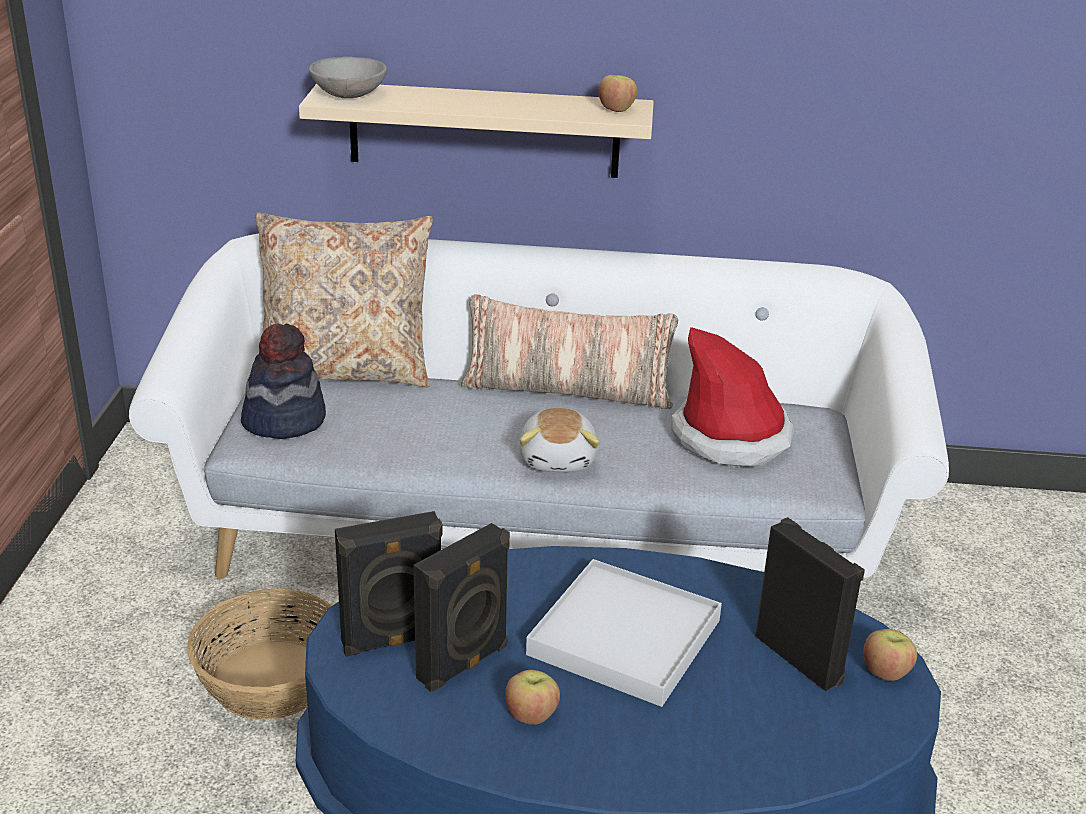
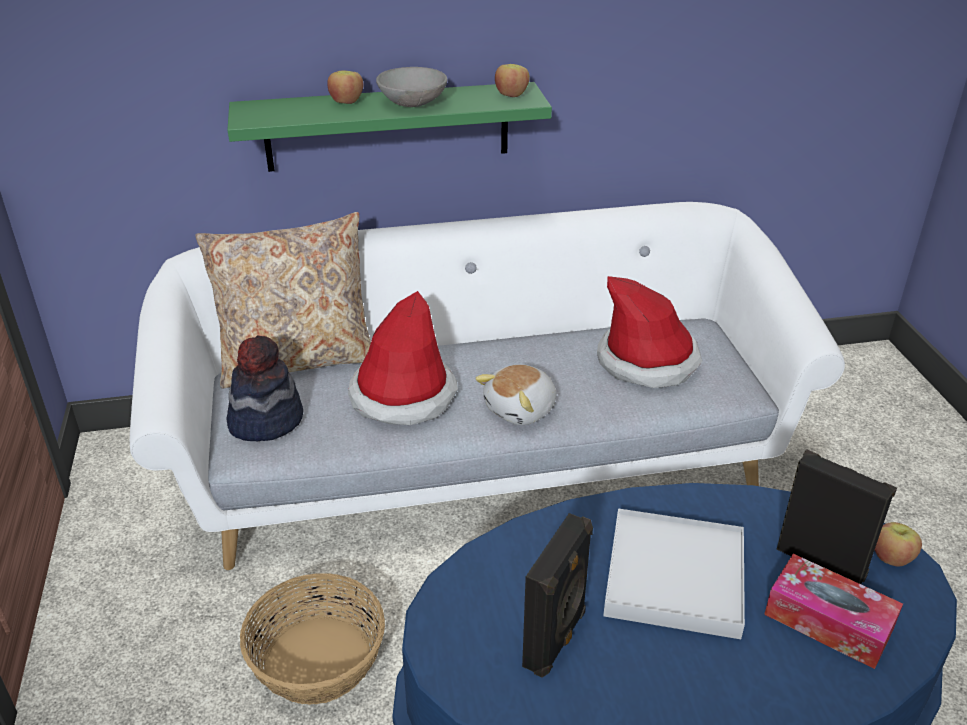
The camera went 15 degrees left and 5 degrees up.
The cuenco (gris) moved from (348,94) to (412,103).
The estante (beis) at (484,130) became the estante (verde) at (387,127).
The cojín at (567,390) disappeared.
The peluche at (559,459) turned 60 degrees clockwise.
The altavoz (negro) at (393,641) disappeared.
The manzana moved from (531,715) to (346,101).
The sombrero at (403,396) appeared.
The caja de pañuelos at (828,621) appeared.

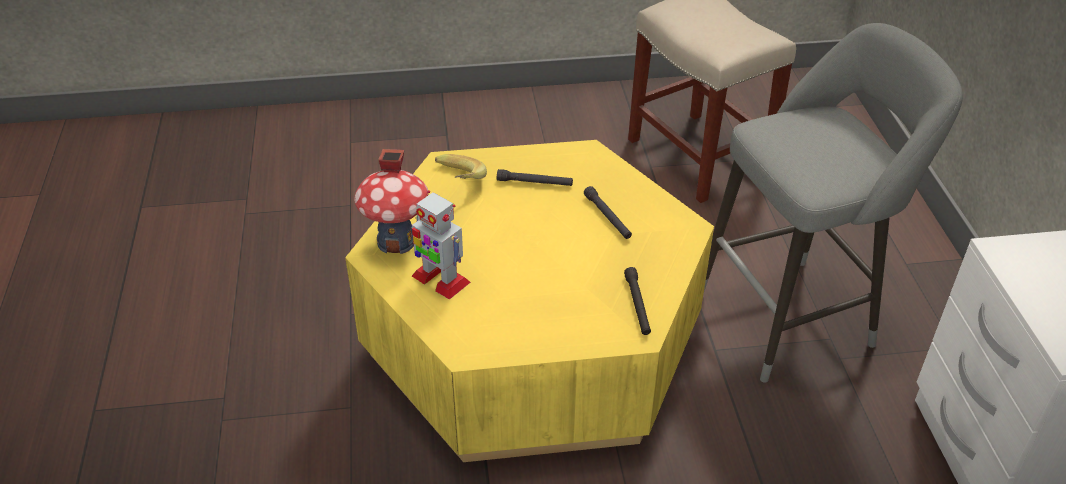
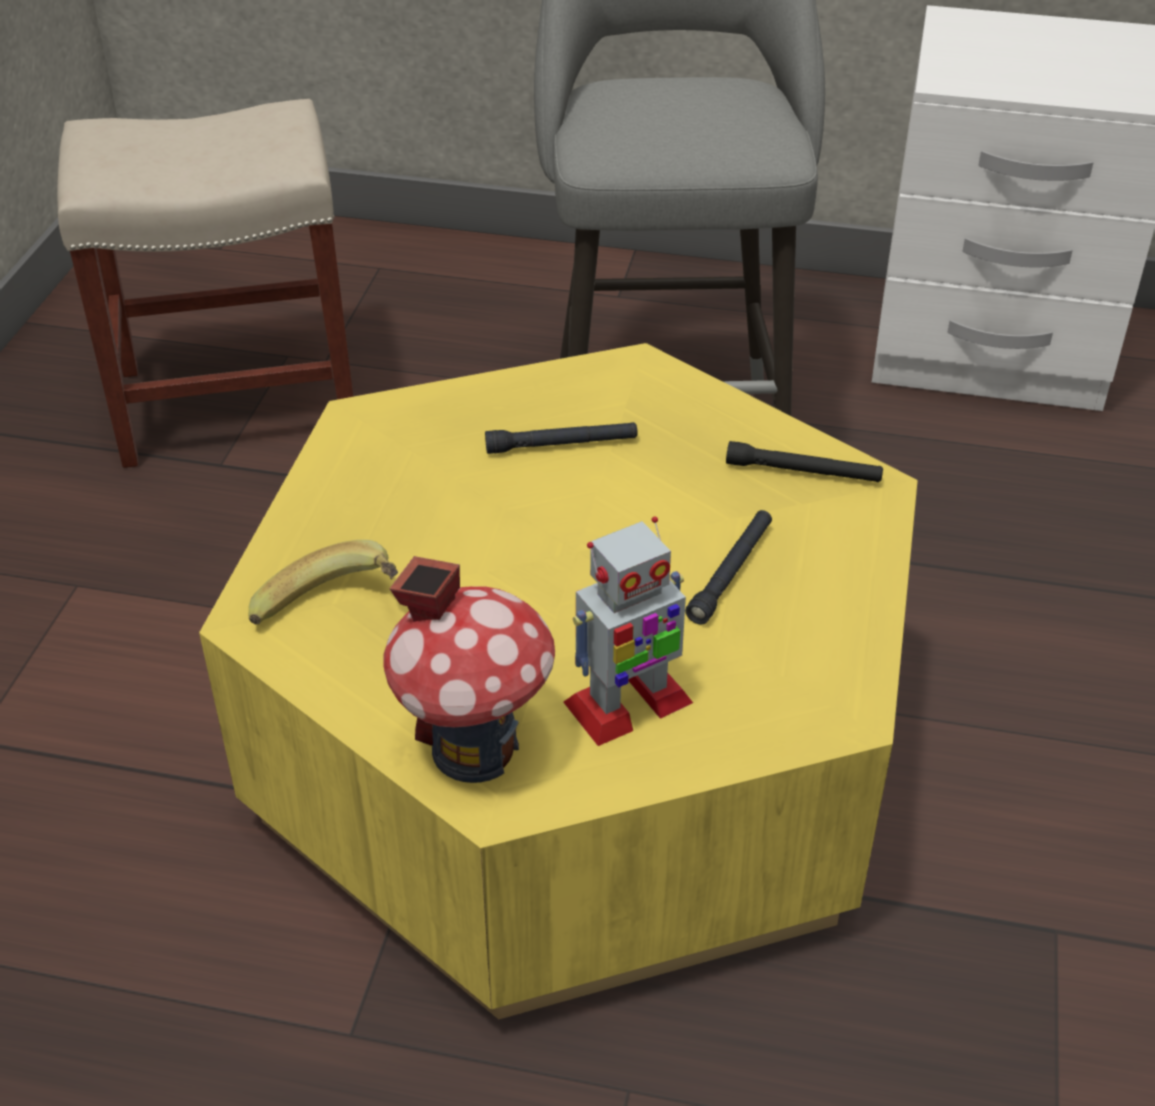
The camera went 70 degrees left and 0 degrees up.
The linterna (negro) moved from (534,183) to (731,573).

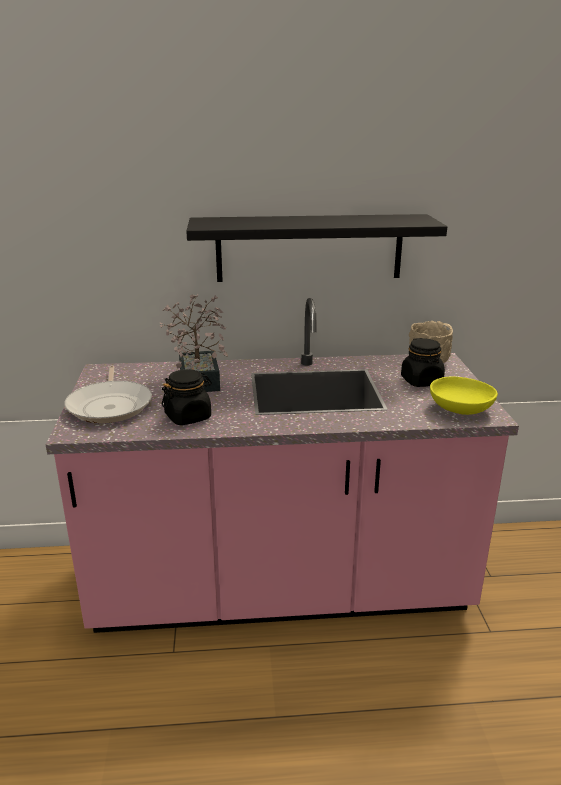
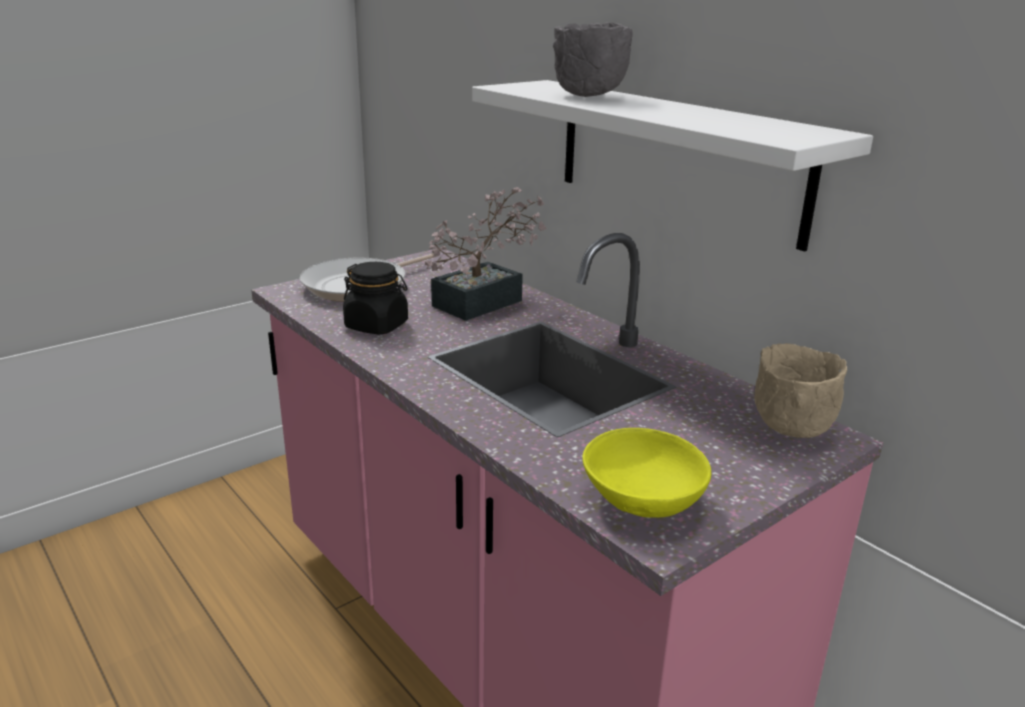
The camera went 55 degrees right and 0 degrees up.
The estante (negro) at (309,248) became the estante (blanco) at (676,158).
The tarro (negro) at (421,381) disappeared.
The cuenco (gris) at (590,96) appeared.

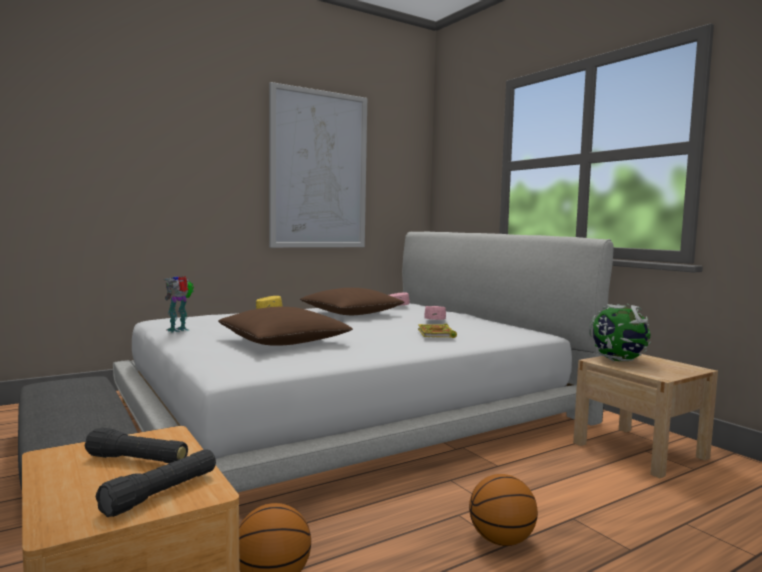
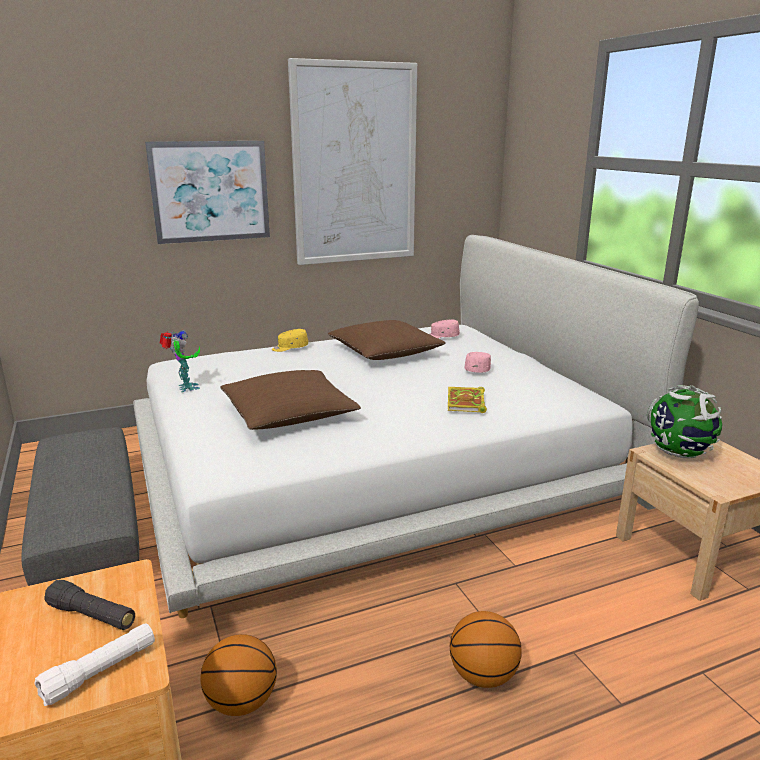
The camera went 10 degrees right and 15 degrees up.
The robot de juguete at (179,330) turned 105 degrees clockwise.
The linterna (negro) at (161,494) became the linterna (blanco) at (100,672).
The cuadro at (210,191) appeared.

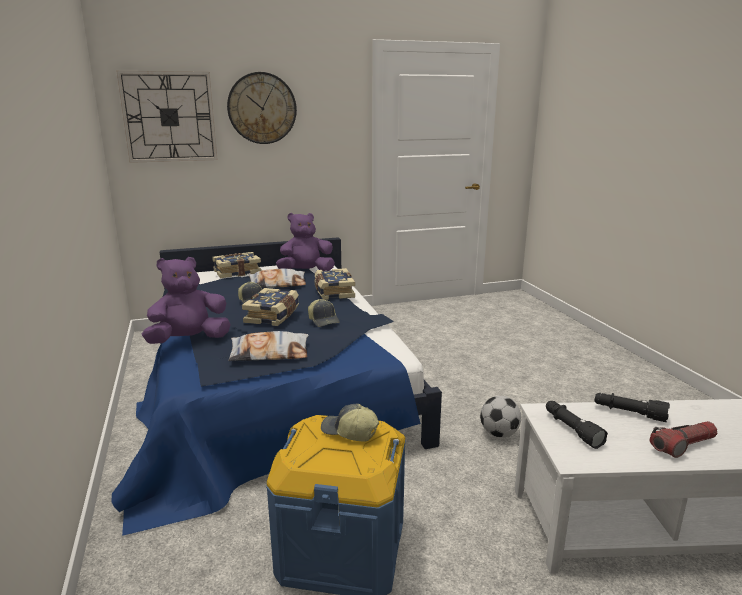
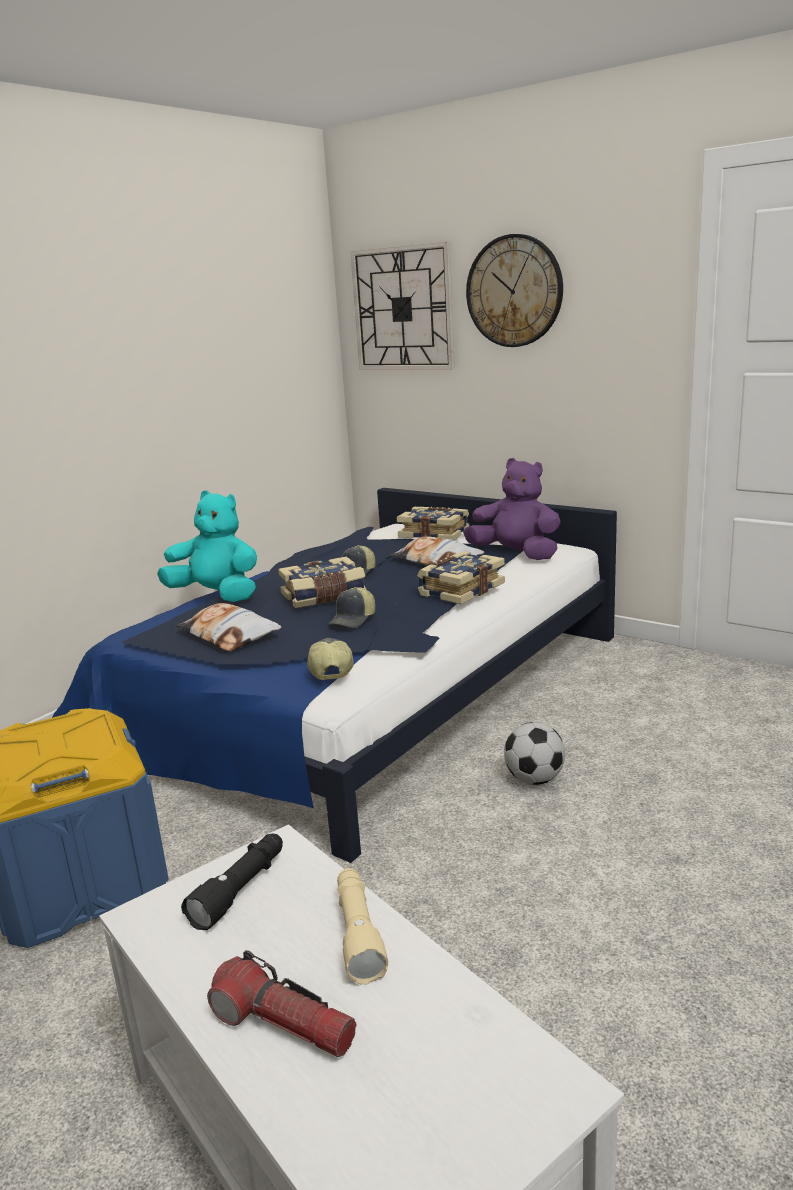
The camera went 55 degrees right and 0 degrees up.
The peluche (morado) at (189,340) became the peluche (turquesa) at (217,596).
The linterna (negro) at (629,413) became the linterna (beis) at (358,933).
The balón de fútbol moved from (498,433) to (534,779).
The gorra moved from (349,432) to (329,669).

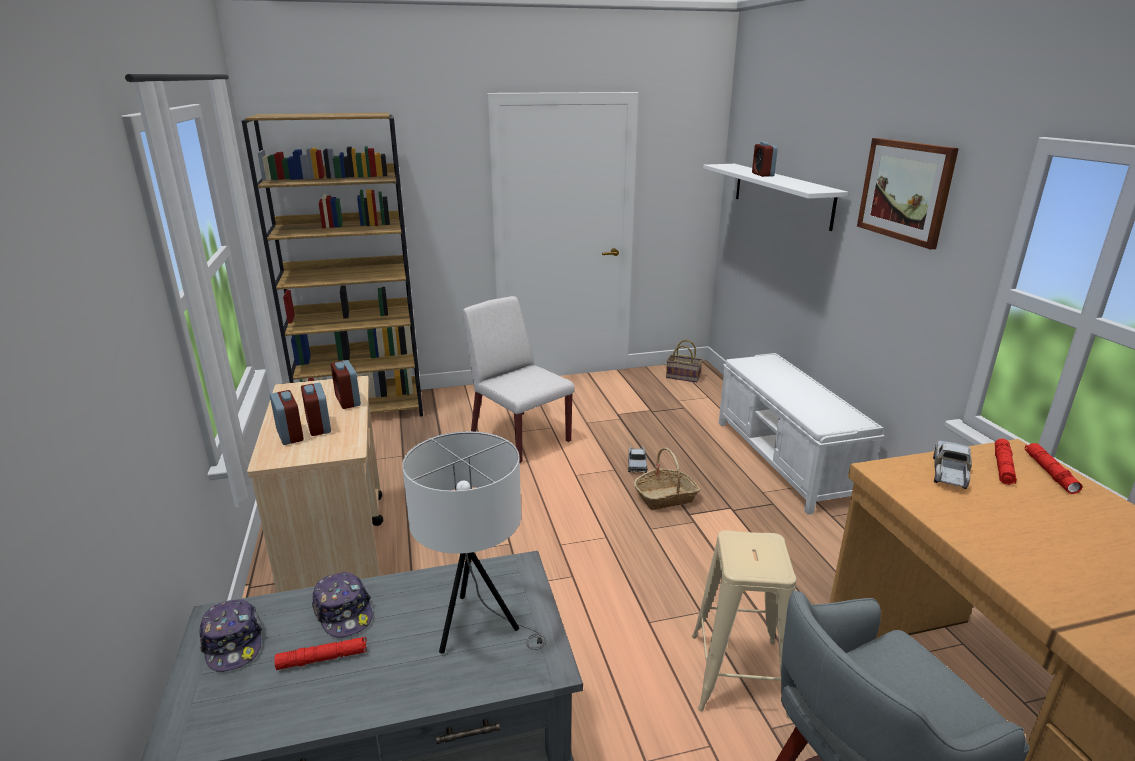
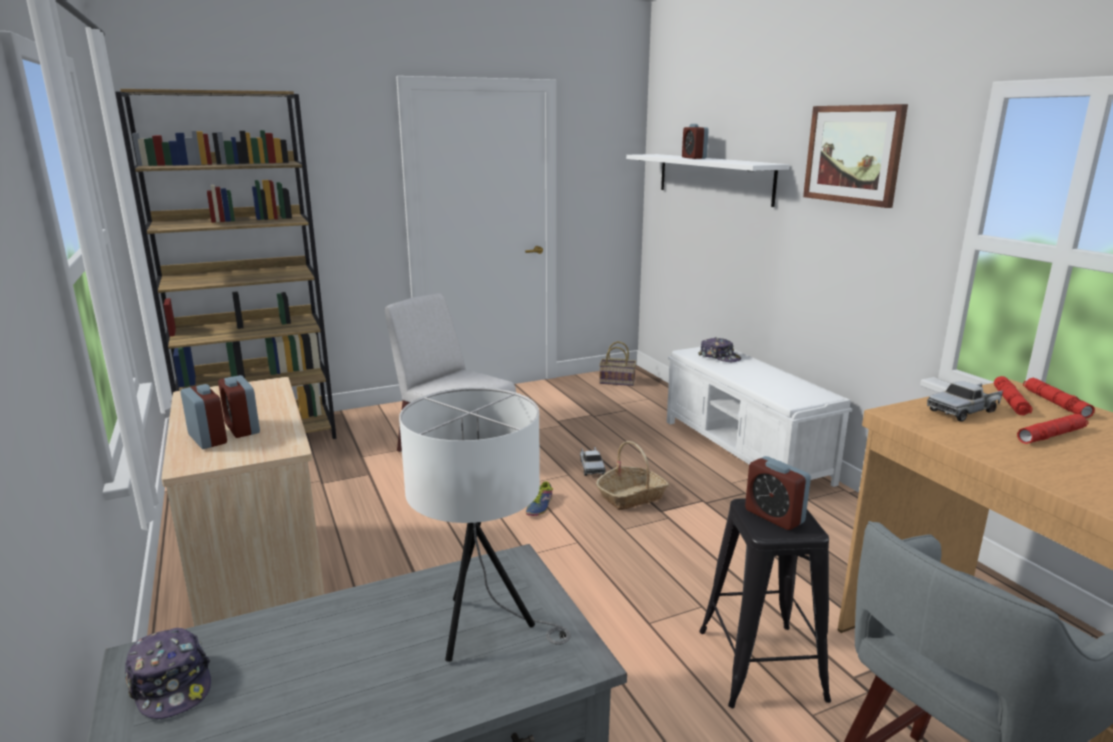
The camera went 10 degrees left and 5 degrees down.
The despertador moved from (348,401) to (774,516).
The camión de juguete at (949,473) turned 135 degrees counterclockwise.
The taburete (beis) at (738,674) became the taburete (negro) at (761,664).
The gorra moved from (344,612) to (719,357).
The linterna (rojo) moved from (323,659) to (1051,435).
The zapato at (537,506) appeared.

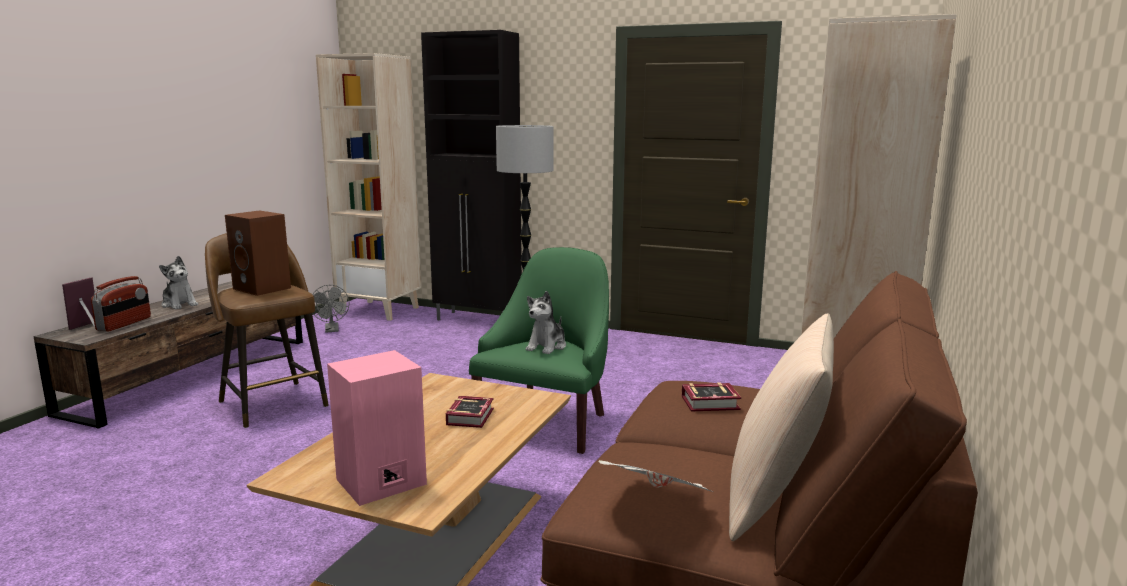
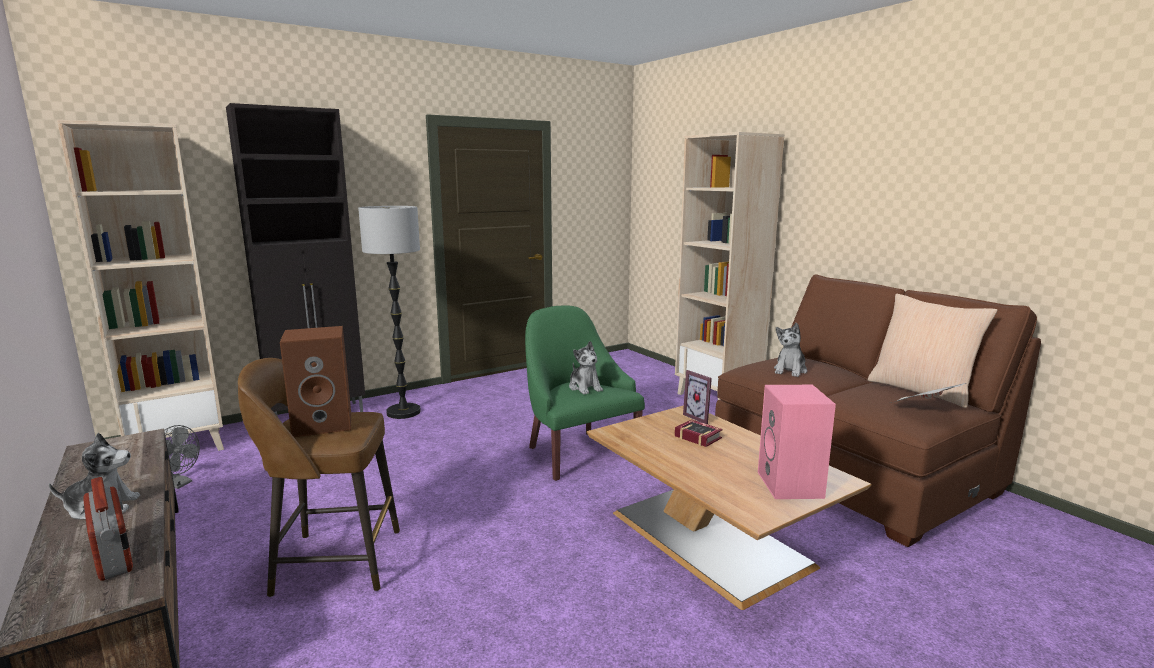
The camera went 55 degrees left and 0 degrees up.
The portarretratos moved from (89,326) to (700,417).
The libro at (713,403) was replaced by the peluche at (790,370).

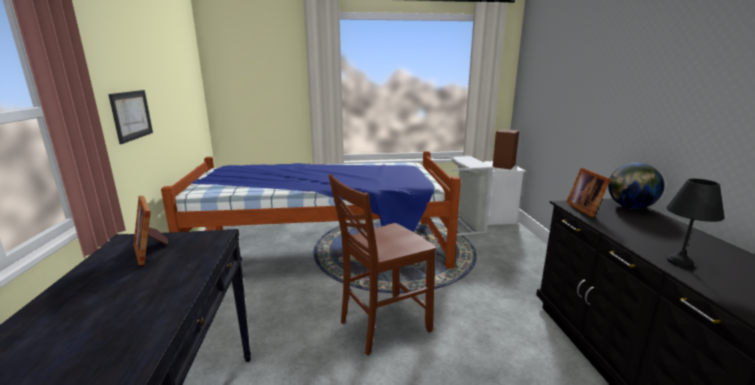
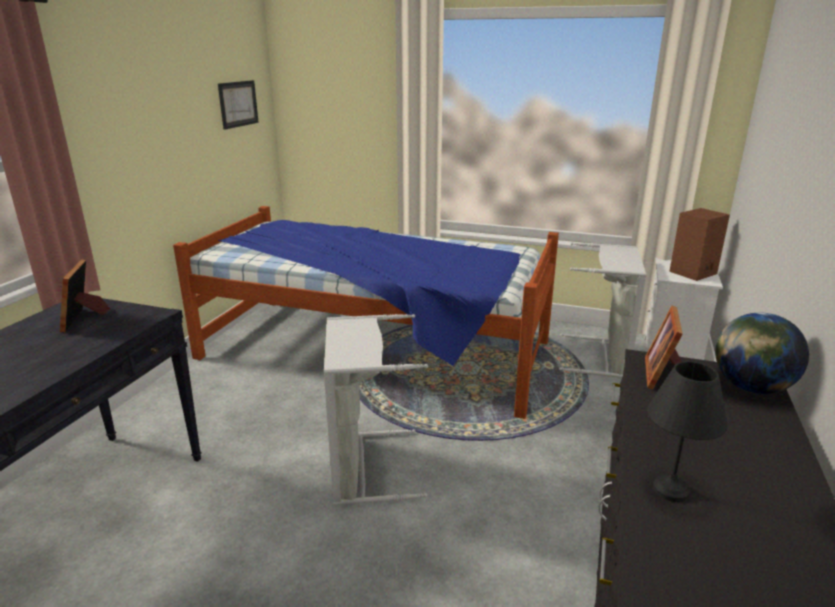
The camera went 25 degrees right and 5 degrees up.
The cuadro moved from (131,115) to (238,104).
The silla (marrón) at (382,326) was replaced by the cesto de la ropa (gris) at (363,467).

